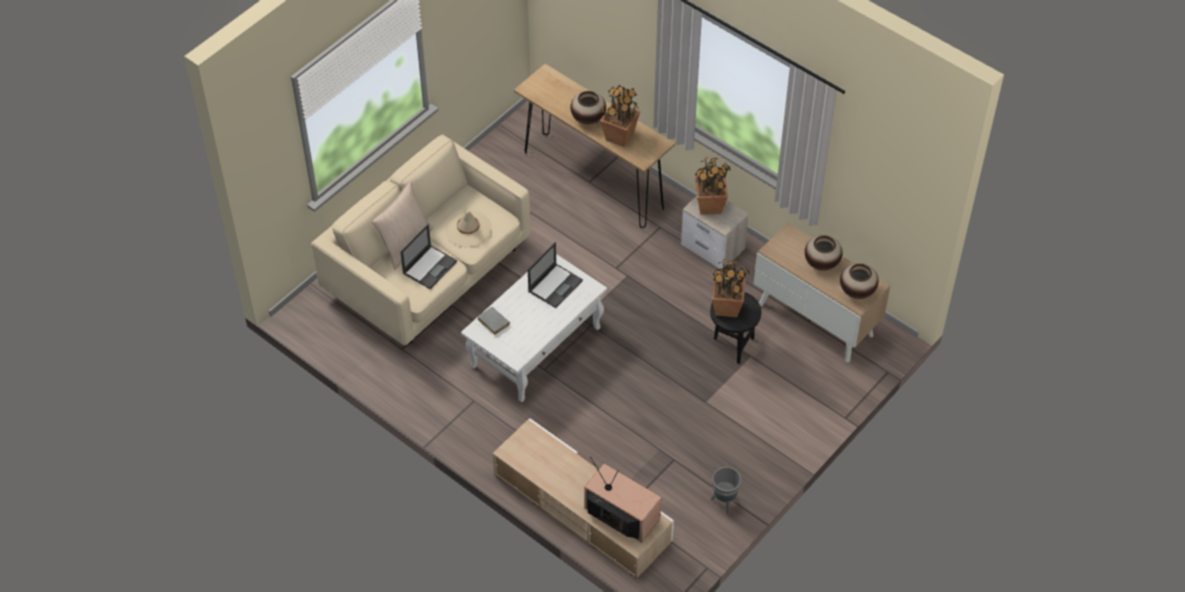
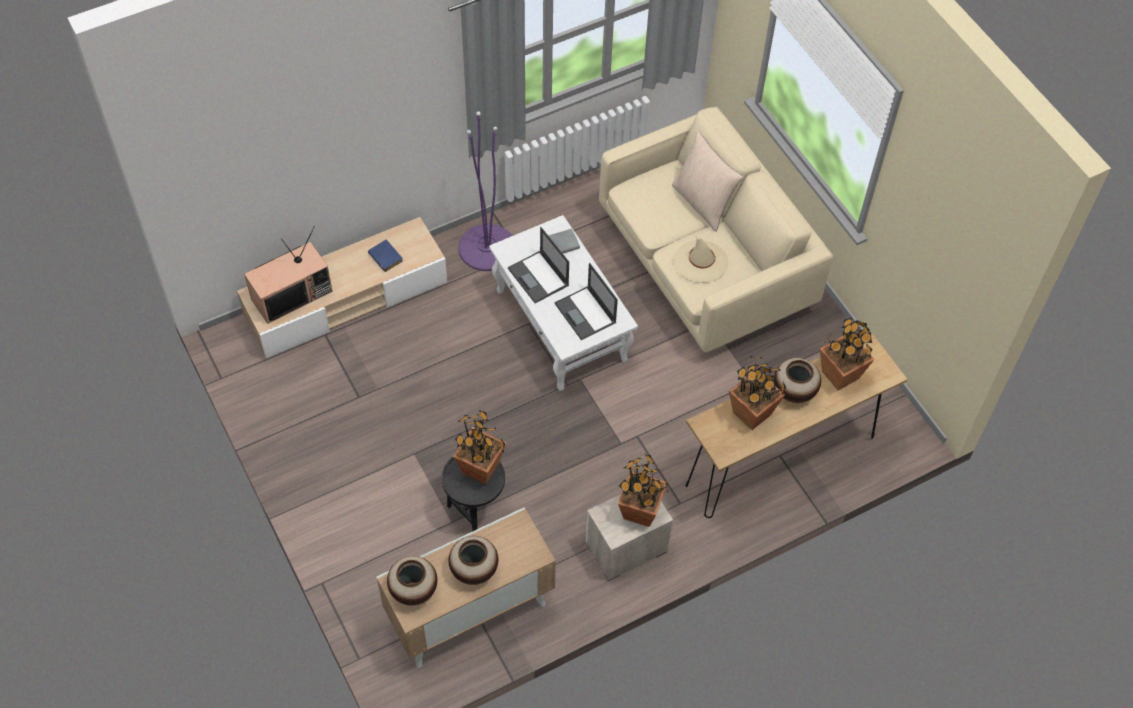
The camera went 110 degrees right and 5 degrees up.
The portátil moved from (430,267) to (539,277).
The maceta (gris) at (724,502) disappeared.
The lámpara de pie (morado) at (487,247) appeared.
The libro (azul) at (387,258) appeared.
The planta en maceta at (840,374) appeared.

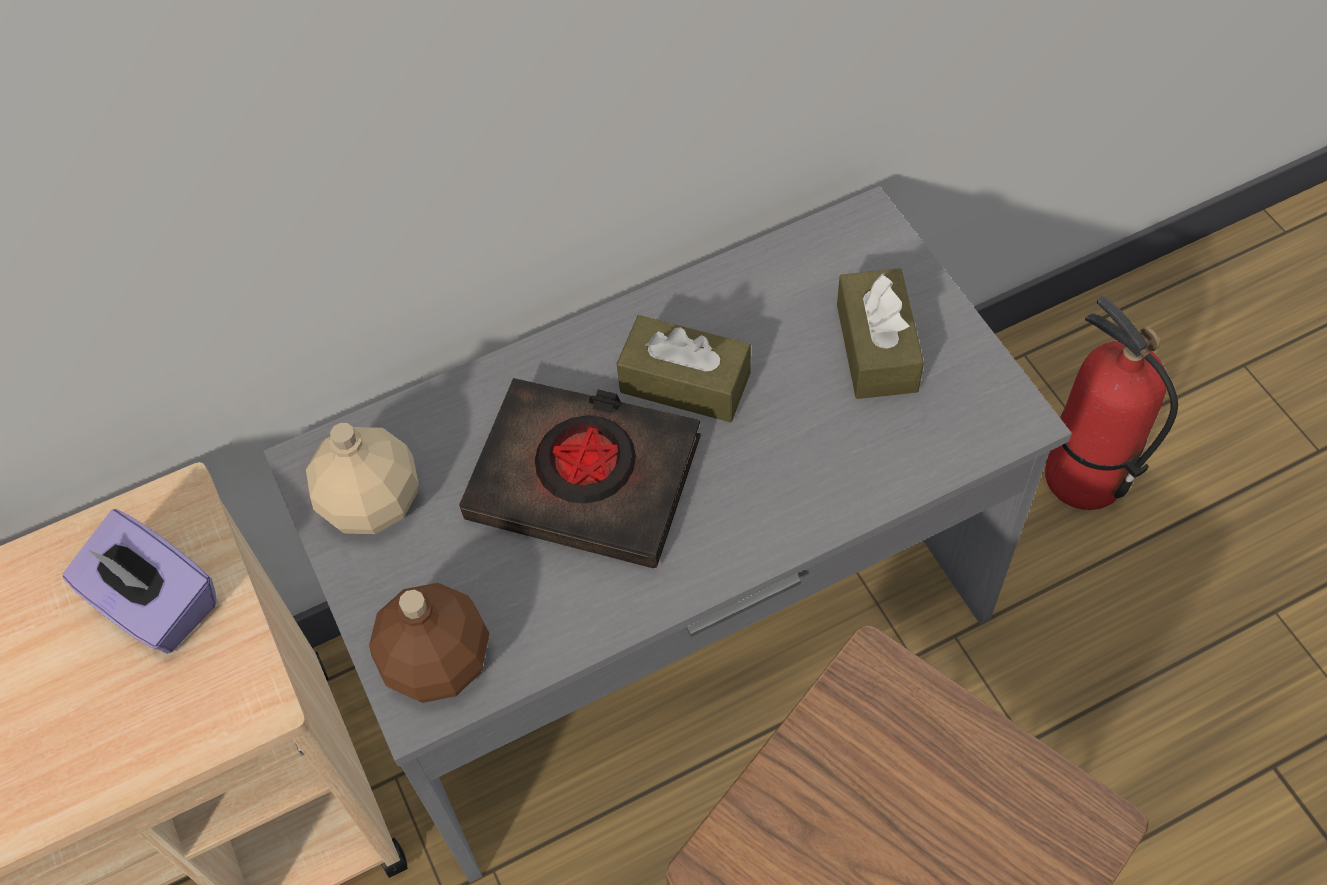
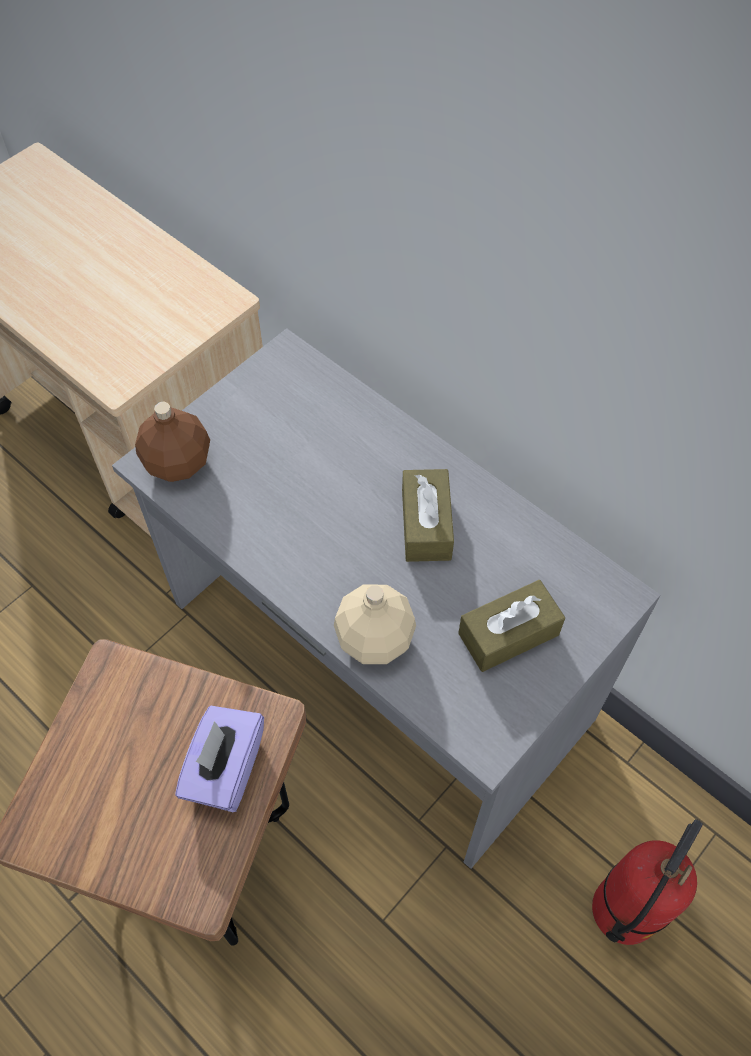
The camera went 65 degrees right and 0 degrees up.
The libro (negro) at (585,478) disappeared.
The botella (beis) moved from (373,501) to (376,639).
The caja de pañuelos (morado) moved from (155,604) to (225,769).

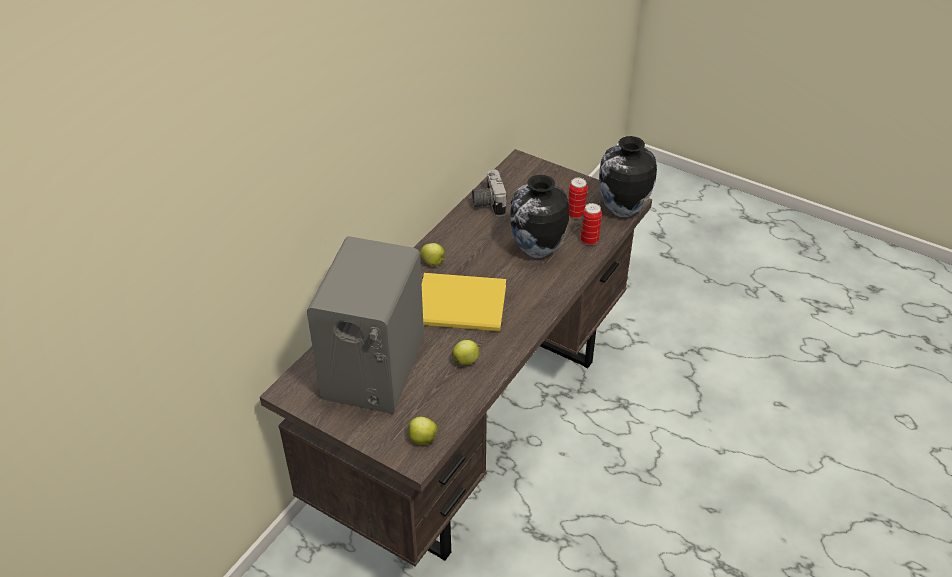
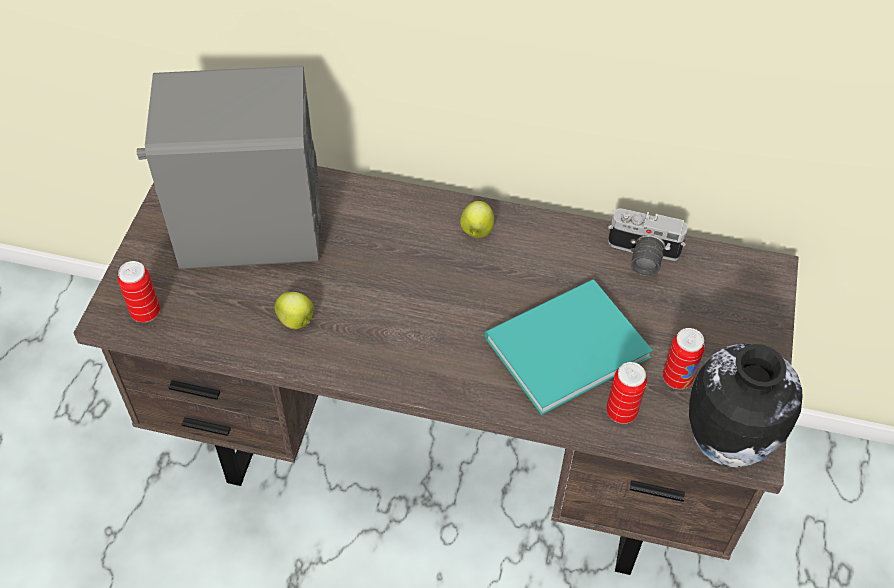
The camera went 70 degrees right and 10 degrees up.
The cámara at (488,203) turned 135 degrees counterclockwise.
The florero at (536,251) was replaced by the libro (turquesa) at (561,346).
The libro (amarillo) at (463,307) disappeared.
The manzana at (422,439) was replaced by the lata at (145,312).

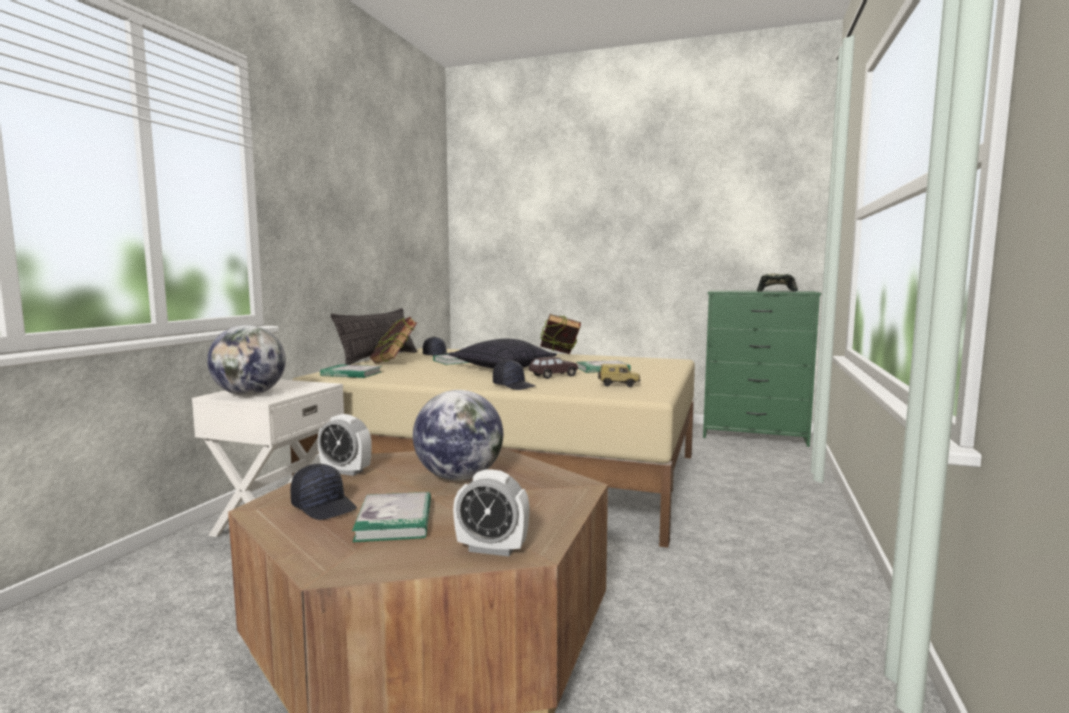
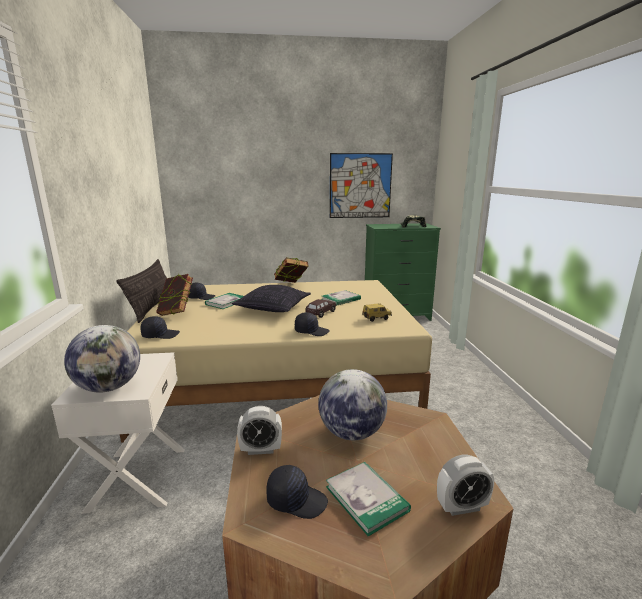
The camera went 25 degrees left and 10 degrees up.
The libro at (351,374) was replaced by the gorra (negro) at (160,335).
The cuadro at (360,186) appeared.

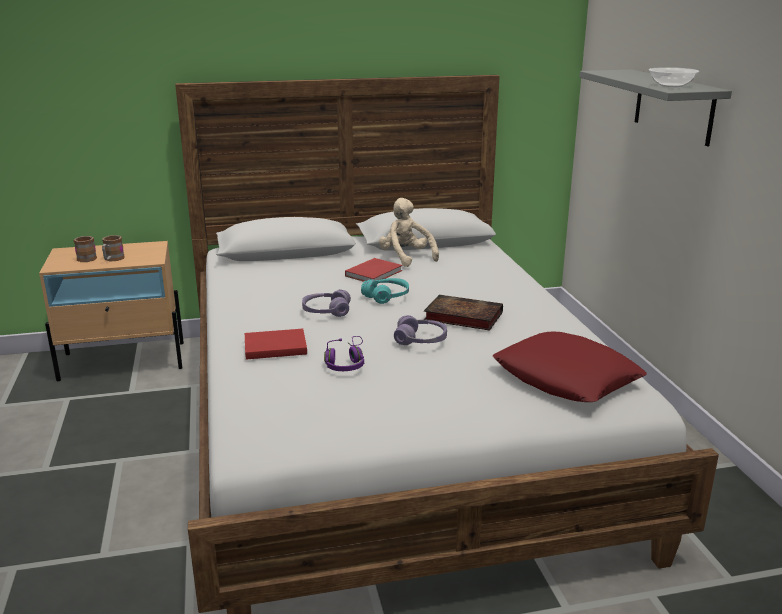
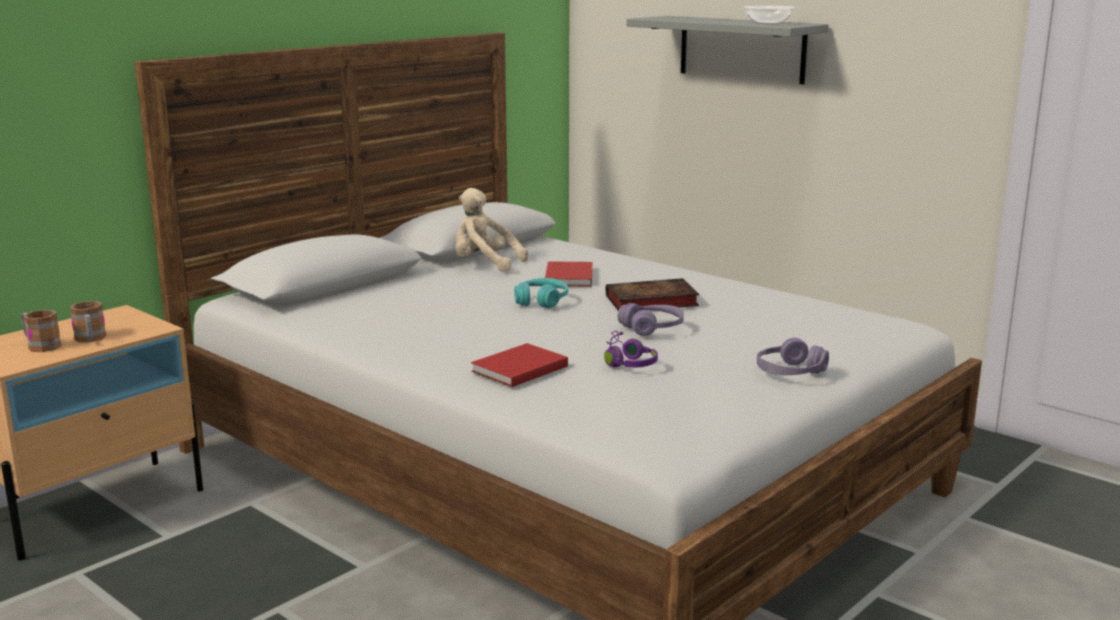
The camera went 35 degrees left and 5 degrees down.
The libro (rojo) moved from (375,273) to (570,277).
The auriculares (morado) moved from (326,311) to (790,372).
The cojín (rojo) at (566,377) disappeared.

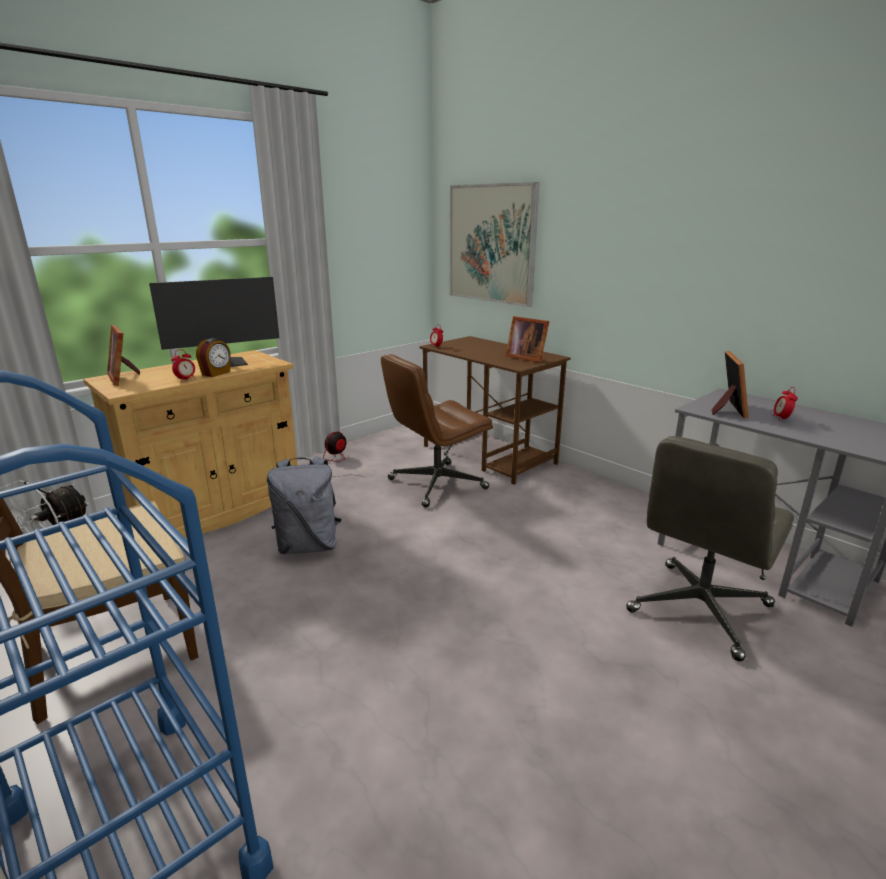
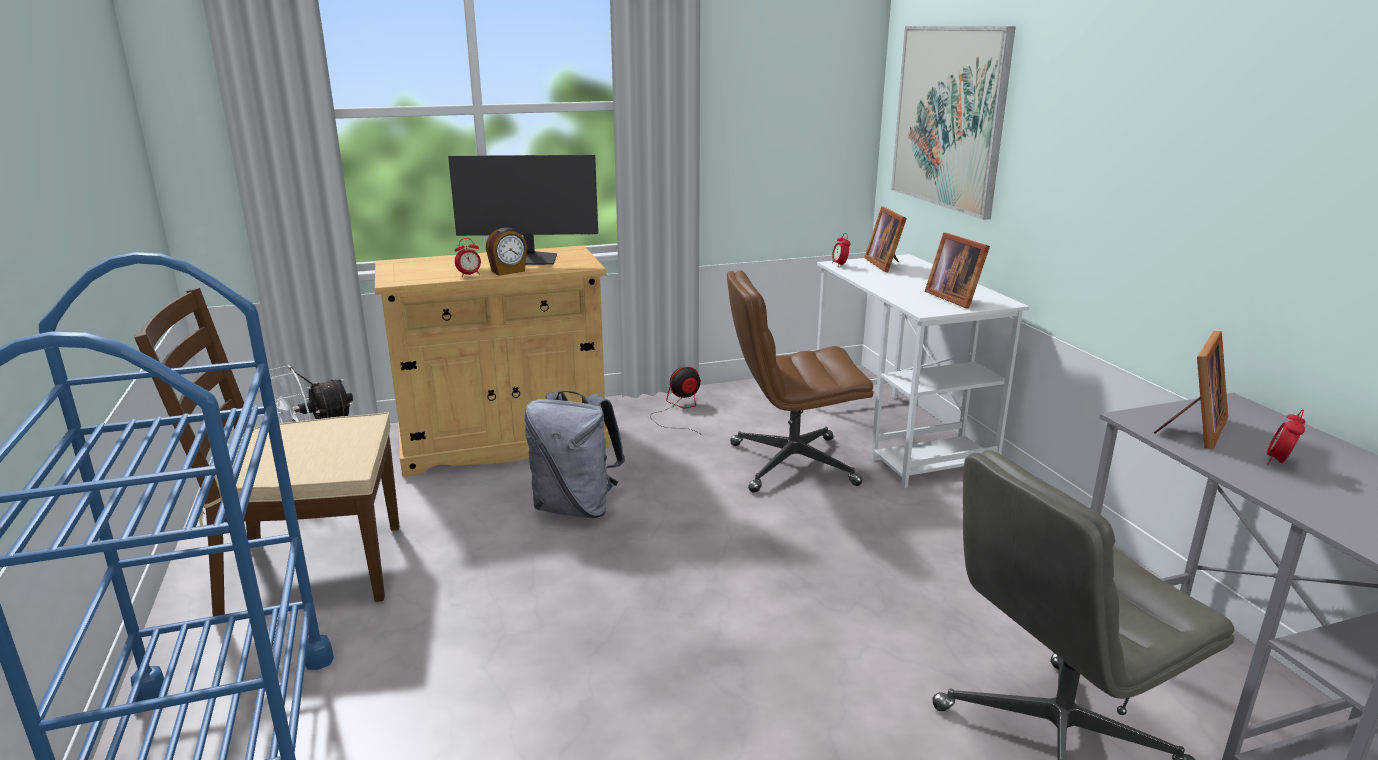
The camera went 25 degrees right and 0 degrees up.
The portarretratos moved from (124,378) to (886,264).
The escritorio (marrón) at (489,455) became the escritorio (blanco) at (900,438).

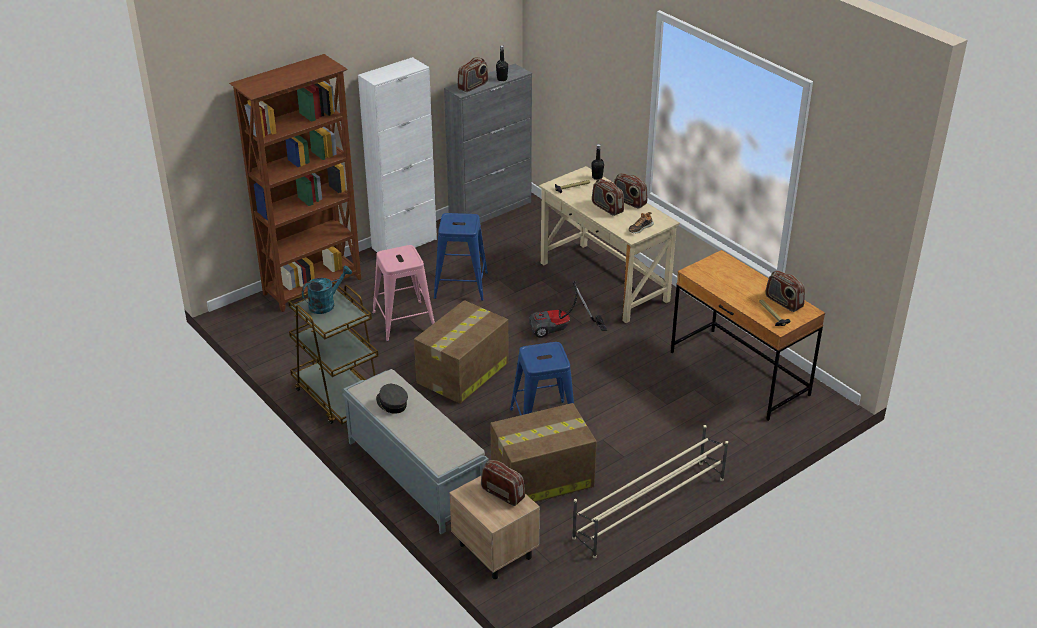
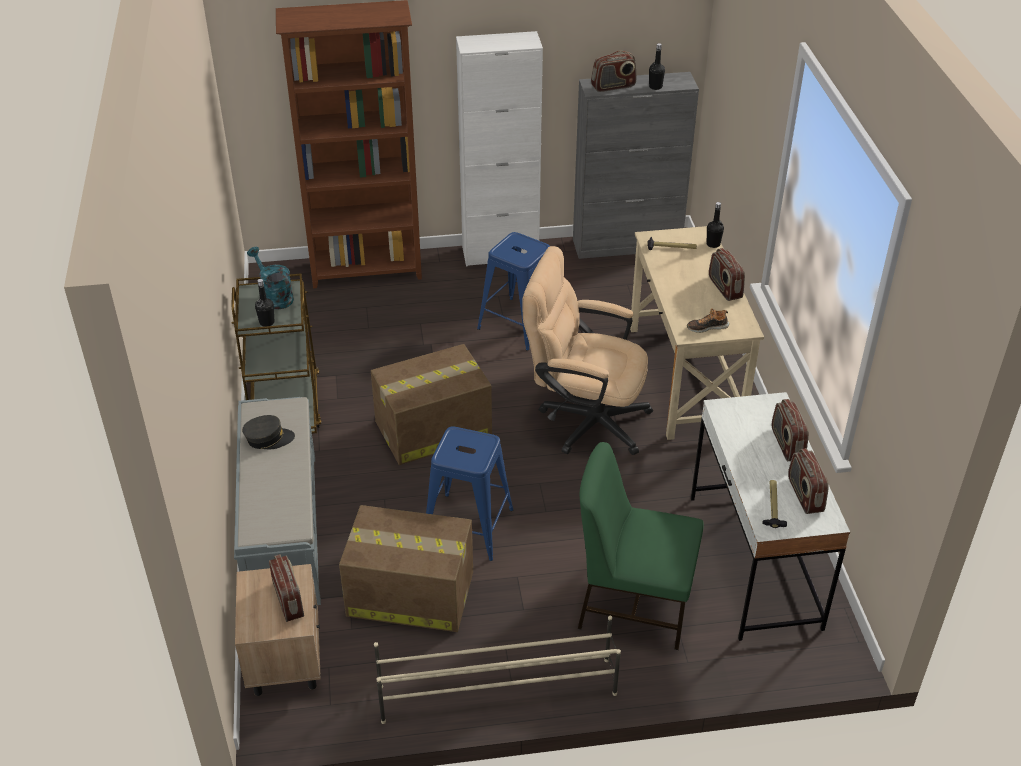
The camera went 30 degrees right and 5 degrees up.
The radio moved from (607,208) to (786,444).
The taburete (rosa) at (404,321) disappeared.
The escritorio (marrón) at (739,374) became the escritorio (blanco) at (754,562).
The regadera (turquesa) at (326,304) turned 120 degrees counterclockwise.
The aspiradora at (561,330) was replaced by the silla de oficina (beis) at (584,419).
The gorra (gris) at (391,403) turned 90 degrees clockwise.
The botella (negro) at (267,322) appeared.
The silla (verde) at (633,602) appeared.

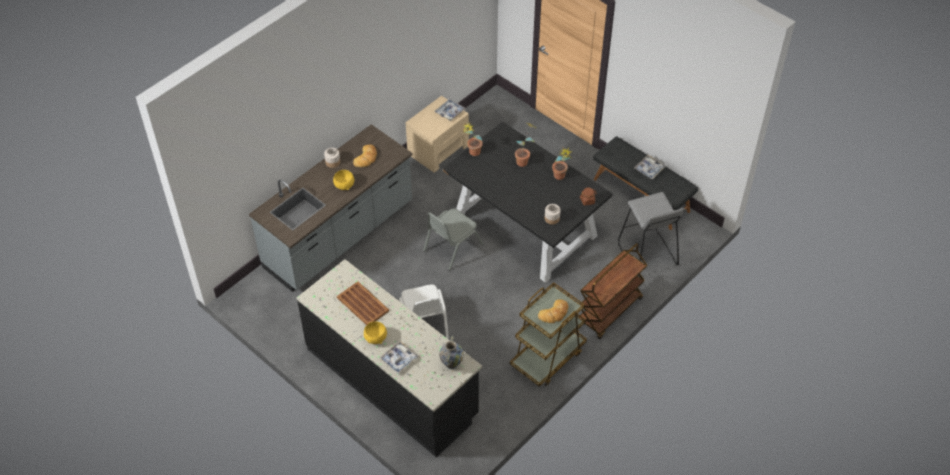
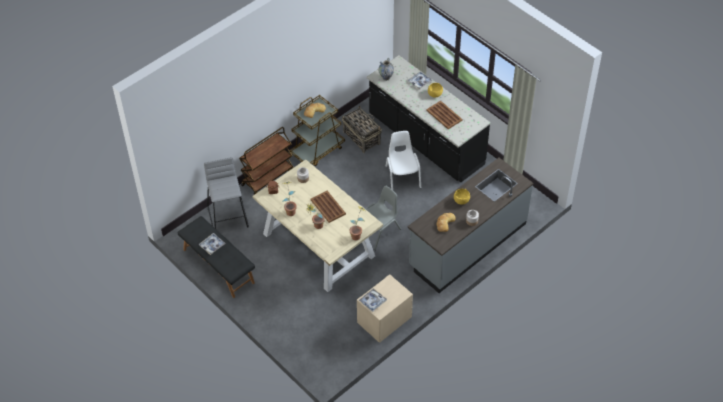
The camera went 175 degrees left and 0 degrees up.
The mesa de comedor (negro) at (525,226) became the mesa de comedor (beis) at (318,244).
The cesta at (361,137) appeared.
The bandeja (marrón) at (328,207) appeared.

